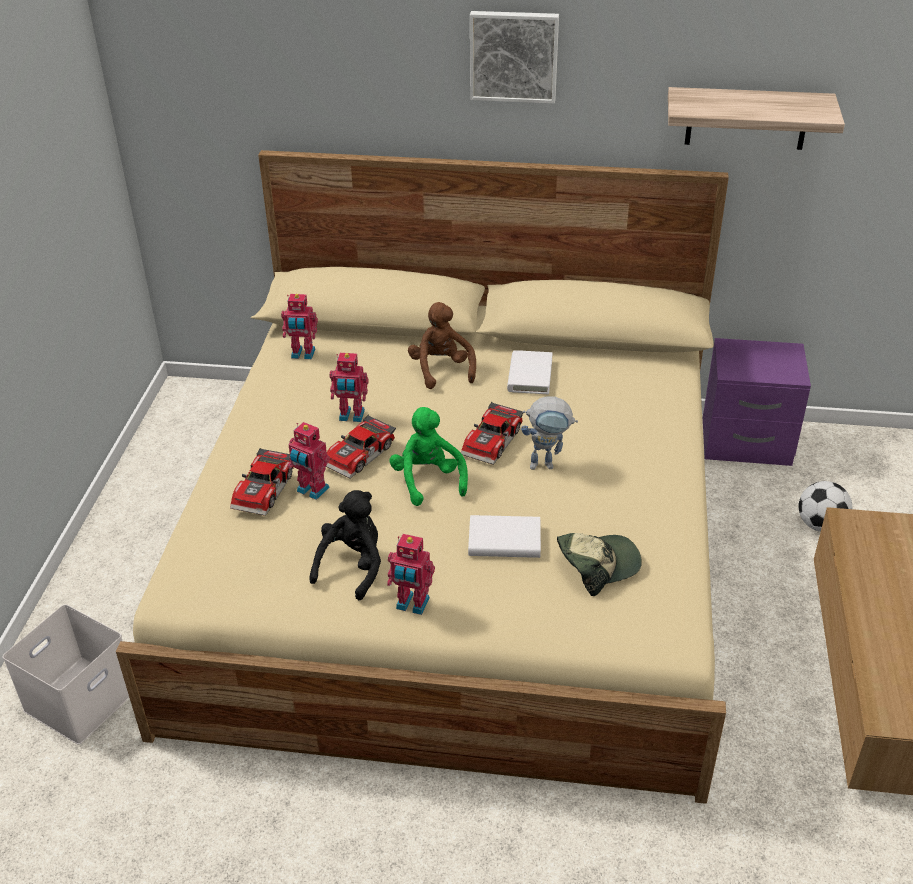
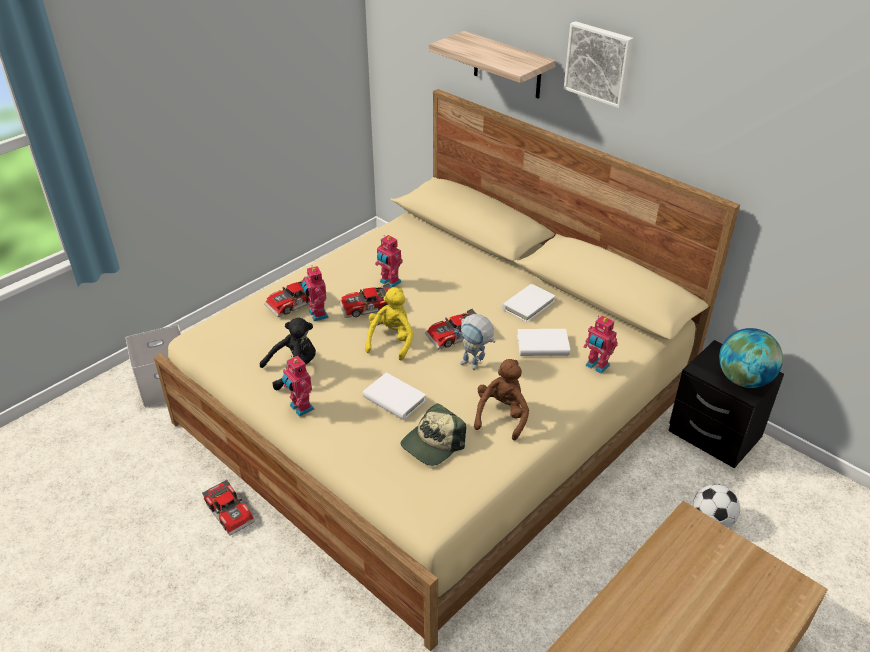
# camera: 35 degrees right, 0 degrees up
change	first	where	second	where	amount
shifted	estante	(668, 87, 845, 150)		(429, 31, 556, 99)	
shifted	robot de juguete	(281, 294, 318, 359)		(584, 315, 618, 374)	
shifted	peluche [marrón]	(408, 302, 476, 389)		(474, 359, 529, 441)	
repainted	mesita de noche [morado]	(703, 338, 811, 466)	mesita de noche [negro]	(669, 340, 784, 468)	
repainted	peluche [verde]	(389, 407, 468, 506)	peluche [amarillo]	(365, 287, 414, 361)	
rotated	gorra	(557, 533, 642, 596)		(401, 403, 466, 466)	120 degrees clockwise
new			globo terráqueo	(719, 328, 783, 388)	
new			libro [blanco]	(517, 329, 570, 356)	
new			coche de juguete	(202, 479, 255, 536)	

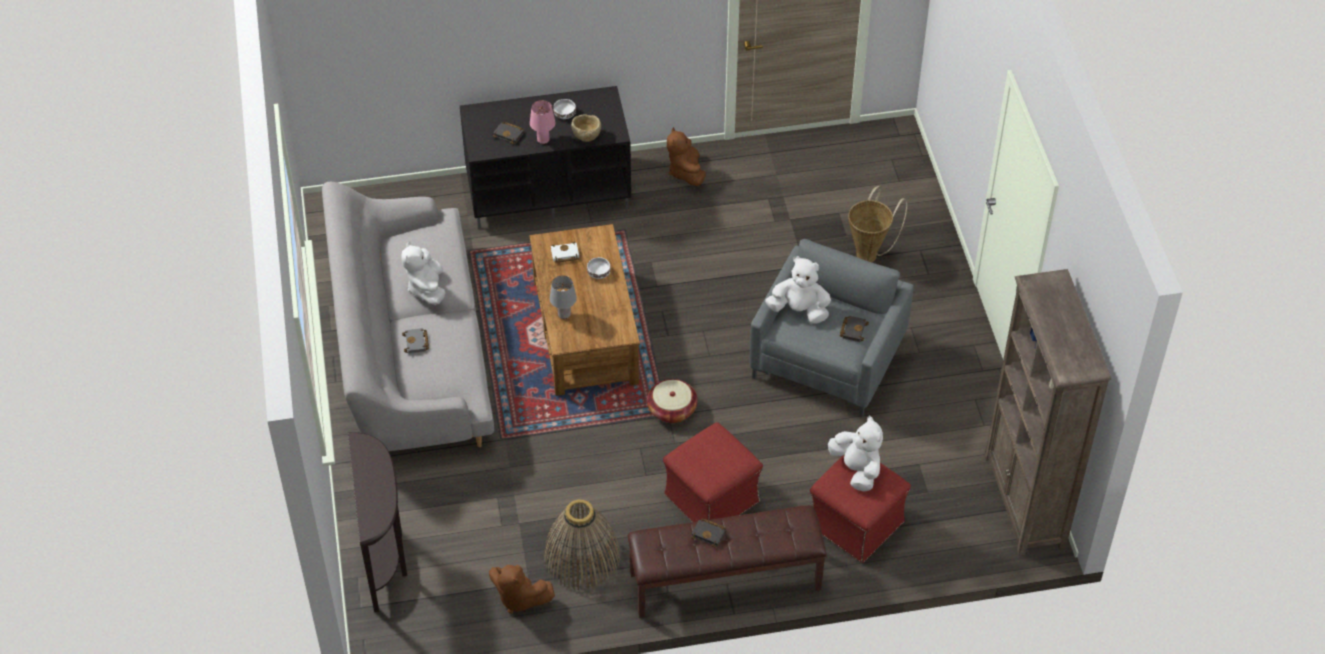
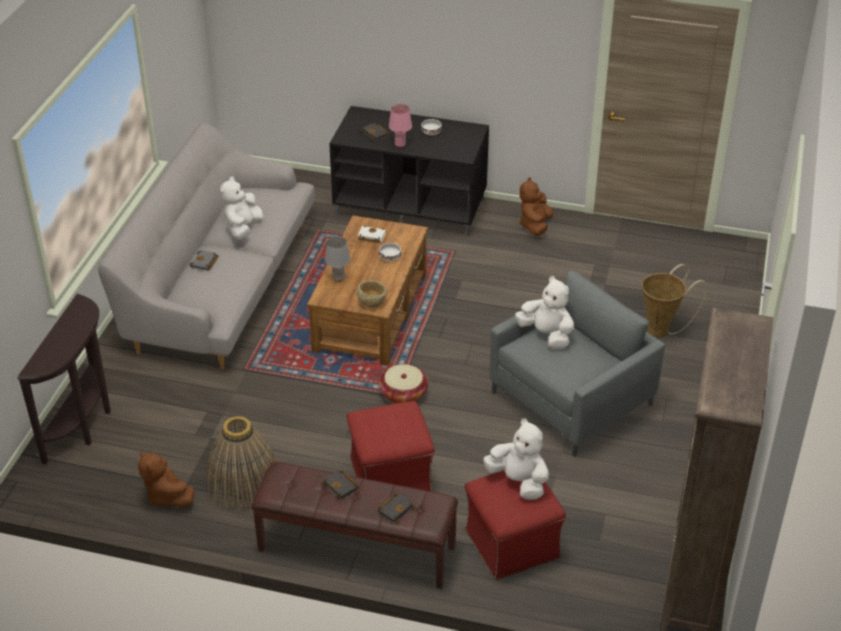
# camera: 25 degrees right, 10 degrees down
change	first	where	second	where	amount
shifted	cuenco [beis]	(571, 114, 601, 142)		(357, 280, 387, 308)	
shifted	libro [negro]	(840, 316, 869, 342)		(377, 493, 416, 524)	
rotated	peluche [blanco]	(828, 415, 883, 492)		(483, 418, 549, 500)	45 degrees counterclockwise

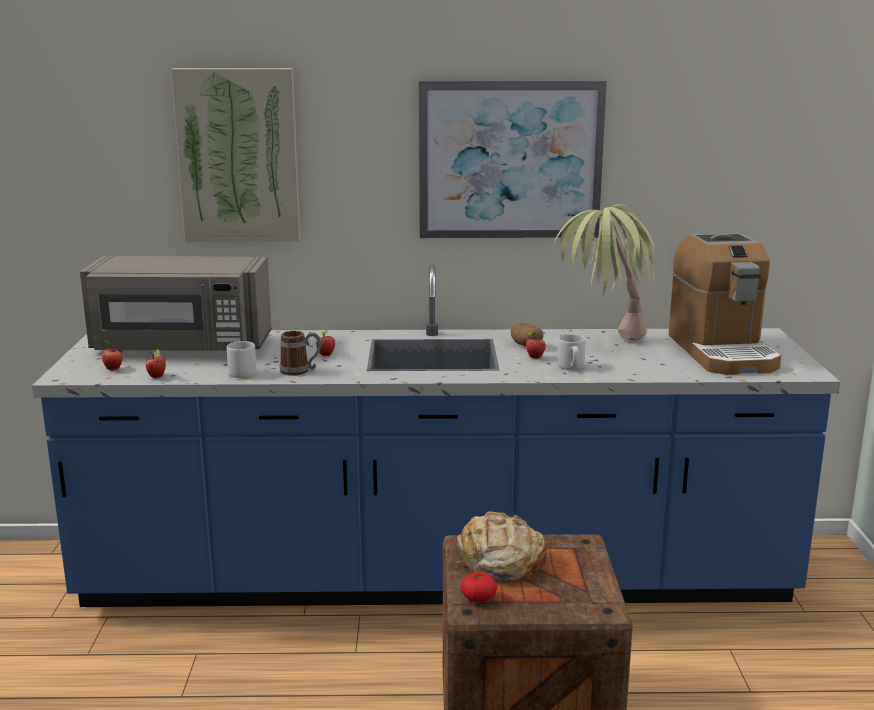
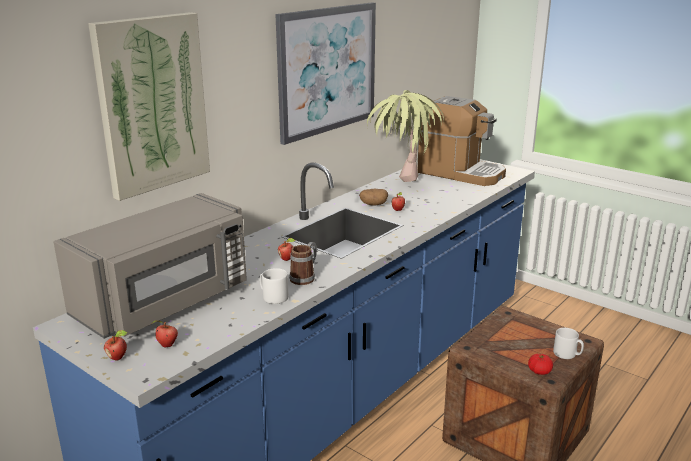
# camera: 50 degrees left, 5 degrees up
change	first	where	second	where	amount
shifted	taza grande [gris]	(557, 334, 586, 370)		(553, 328, 584, 359)	
shifted	manzana	(146, 349, 166, 378)		(104, 330, 128, 360)	
gone	pan	(456, 511, 547, 583)			

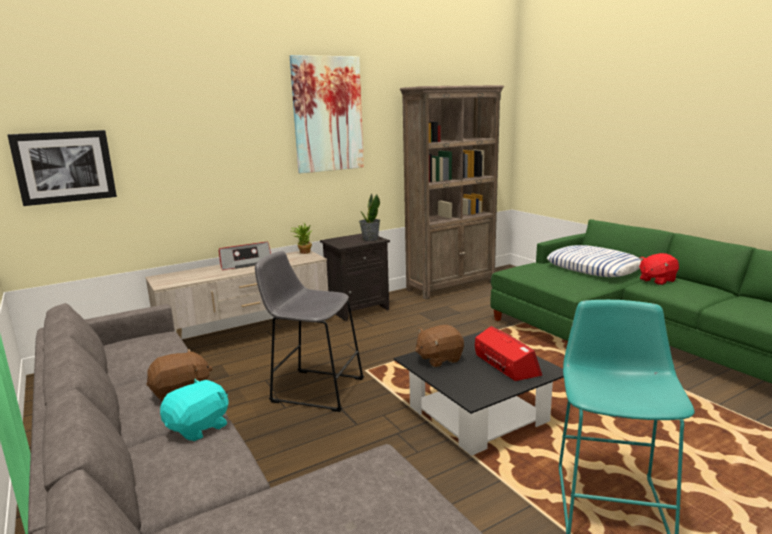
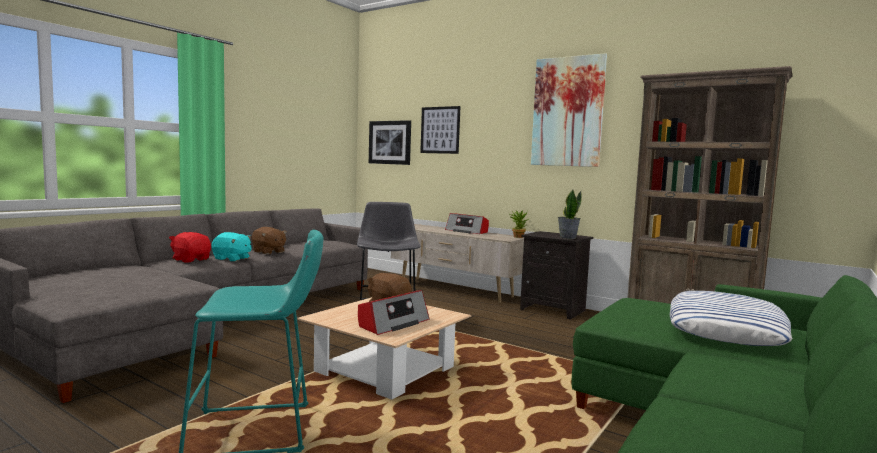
# camera: 65 degrees right, 10 degrees down
change	first	where	second	where	amount
shifted	peluche [rojo]	(639, 253, 679, 285)		(169, 232, 211, 263)	
repainted	mesa de centro [negro]	(394, 331, 564, 456)	mesa de centro [beis]	(297, 297, 471, 400)	
new			cuadro	(420, 106, 461, 154)	

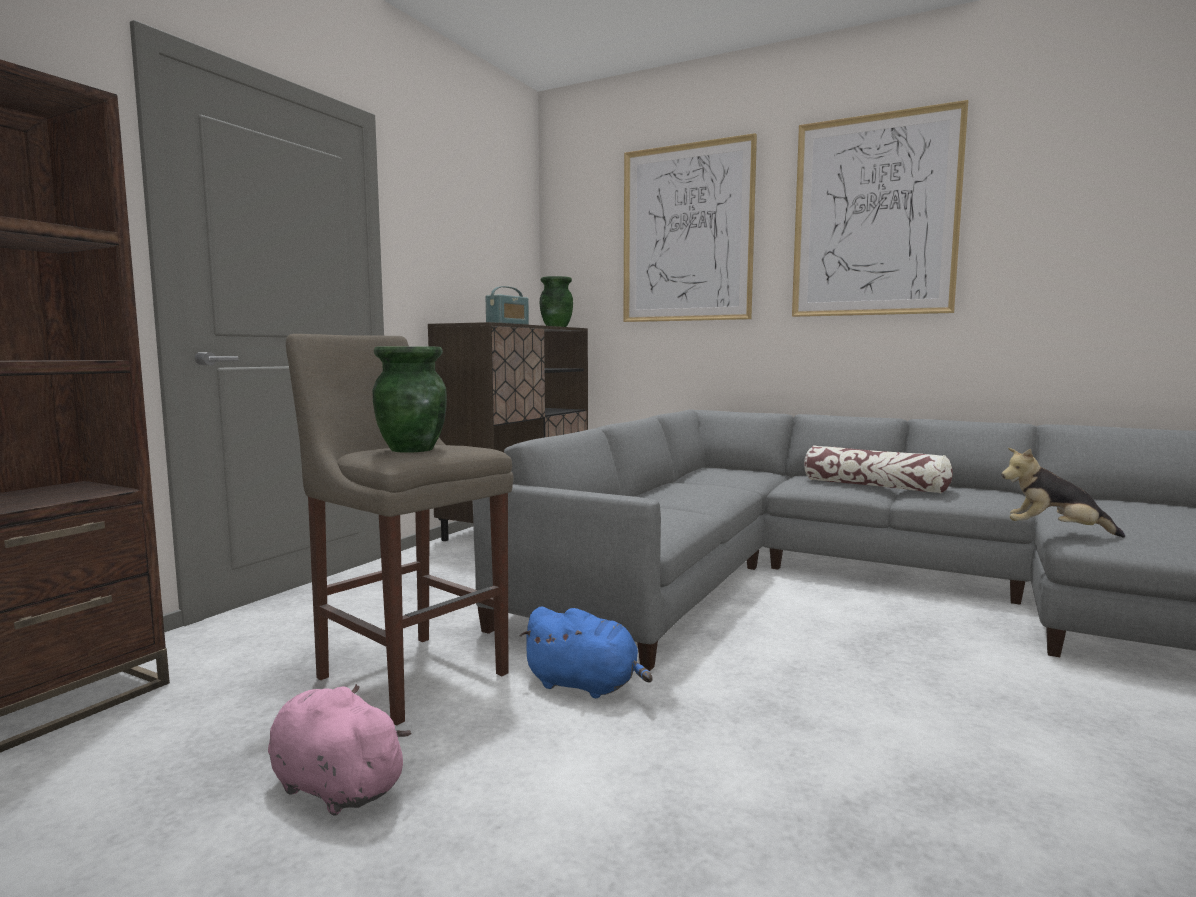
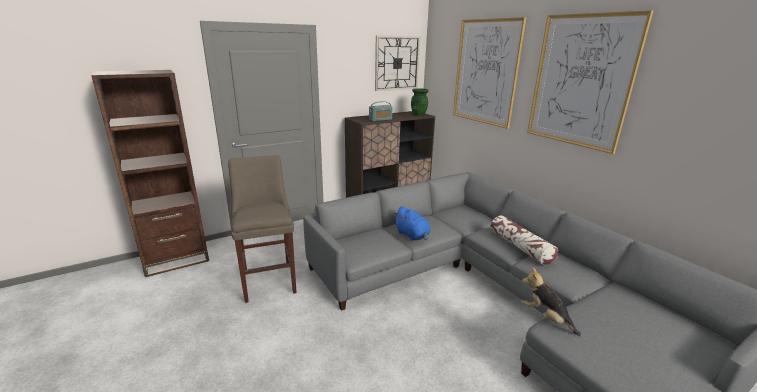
# camera: 30 degrees right, 15 degrees up
change	first	where	second	where	amount
gone	florero [verde]	(373, 346, 447, 453)			
shifted	peluche [azul]	(520, 606, 653, 698)		(395, 206, 430, 241)	
gone	peluche [rosa]	(268, 684, 411, 815)			
new			reloj de pared	(375, 35, 420, 91)	

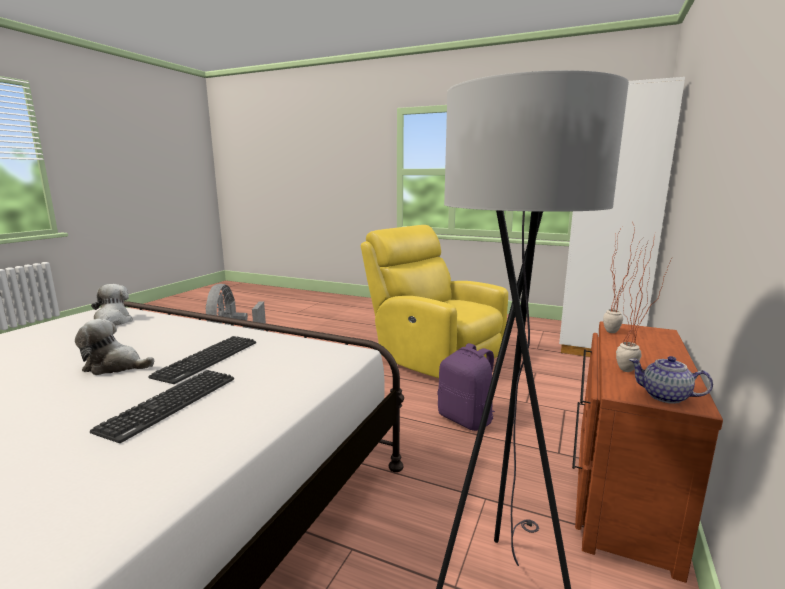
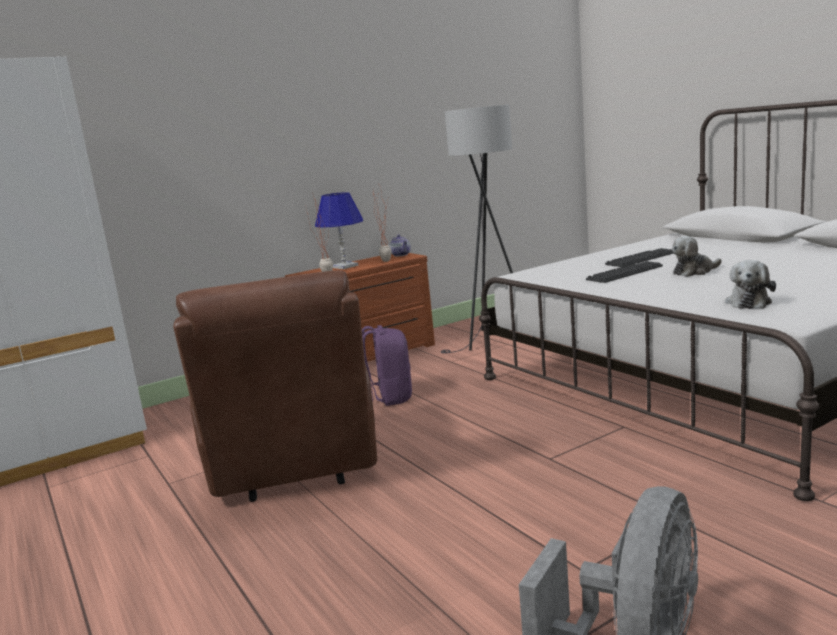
# camera: 145 degrees left, 0 degrees up
change	first	where	second	where	amount
repainted	sillón [amarillo]	(361, 225, 508, 378)	sillón [marrón]	(173, 270, 377, 502)	
rotated	peluche	(75, 319, 154, 375)		(672, 236, 722, 277)	120 degrees clockwise
new			lámpara de mesa [azul]	(315, 192, 363, 269)	

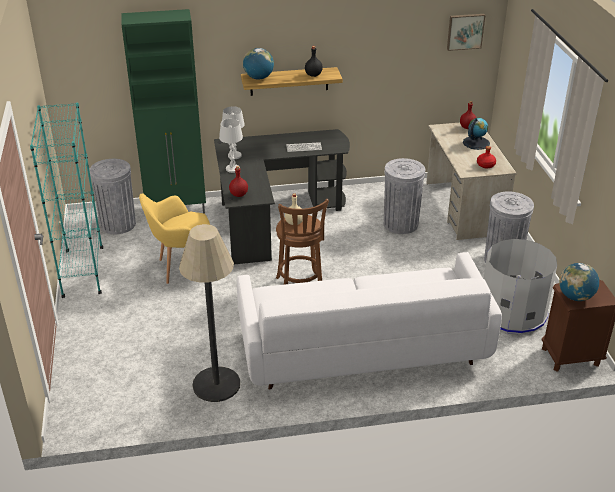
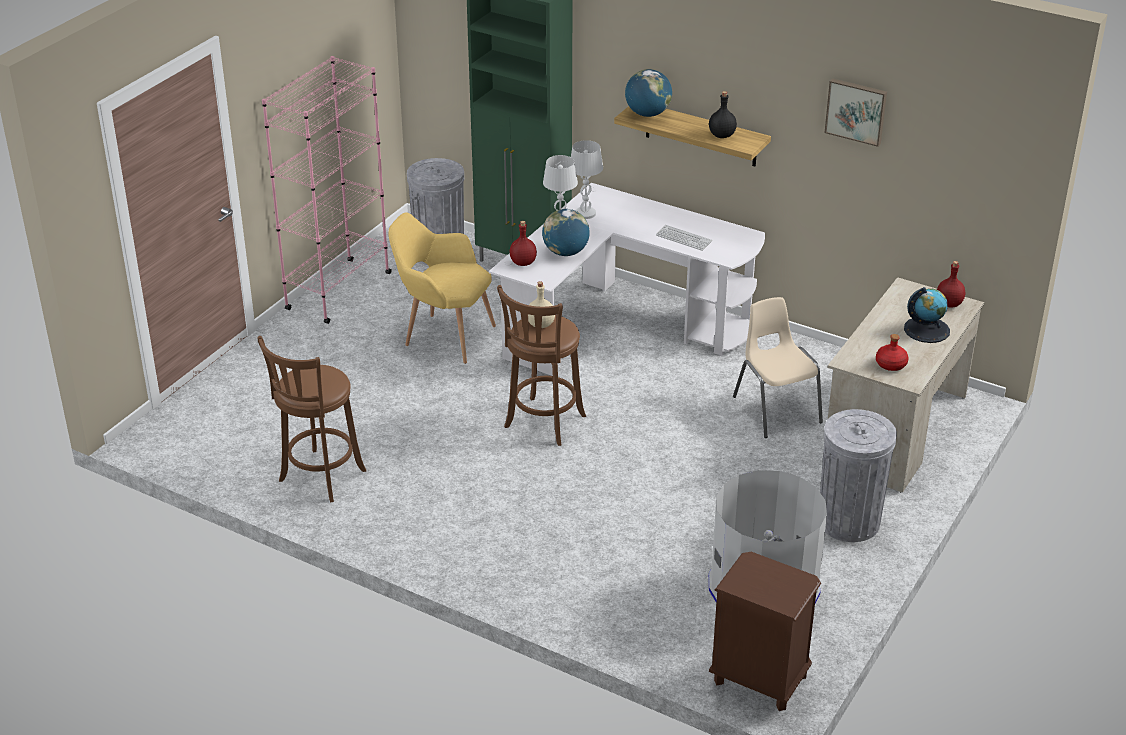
# camera: 40 degrees right, 0 degrees up
change	first	where	second	where	amount
shifted	cuadro	(447, 14, 485, 51)		(825, 78, 887, 147)	
repainted	estantería [turquesa]	(30, 103, 103, 298)	estantería [rosa]	(262, 56, 391, 324)	
repainted	escritorio [negro]	(214, 129, 350, 264)	escritorio [blanco]	(489, 183, 765, 376)	
swapped	papelera [gris]	(384, 158, 425, 234)	silla [beis]	(733, 297, 823, 438)	
swapped	lámpara de pie	(179, 224, 240, 402)	taburete [marrón]	(258, 336, 366, 502)	
gone	sofá [blanco]	(237, 252, 502, 390)			
shifted	globo terráqueo	(559, 263, 599, 301)		(542, 209, 590, 256)	

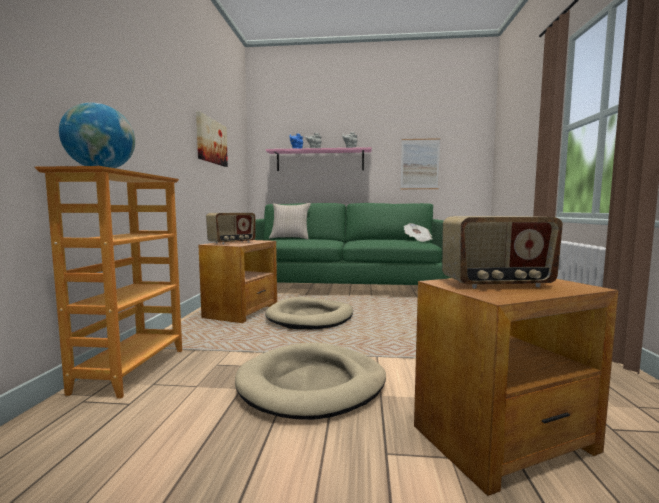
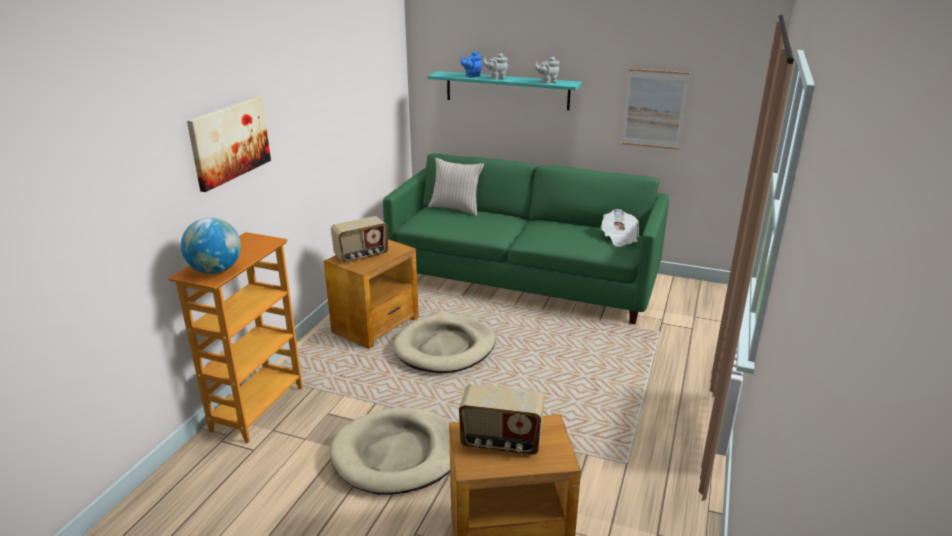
# camera: 15 degrees right, 20 degrees up
change	first	where	second	where	amount
shifted	cuadro	(196, 112, 228, 167)		(187, 97, 271, 192)	
repainted	estante [rosa]	(266, 147, 372, 171)	estante [turquesa]	(428, 71, 582, 110)	

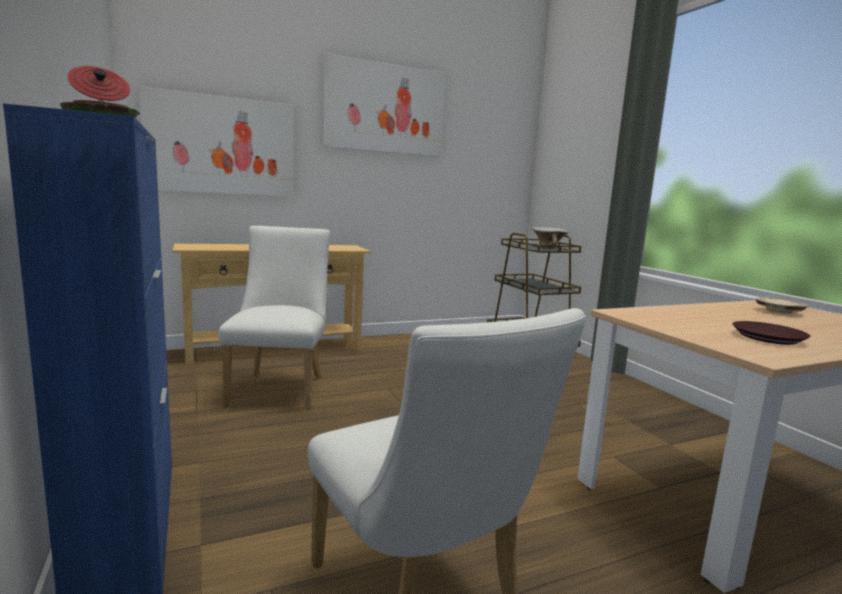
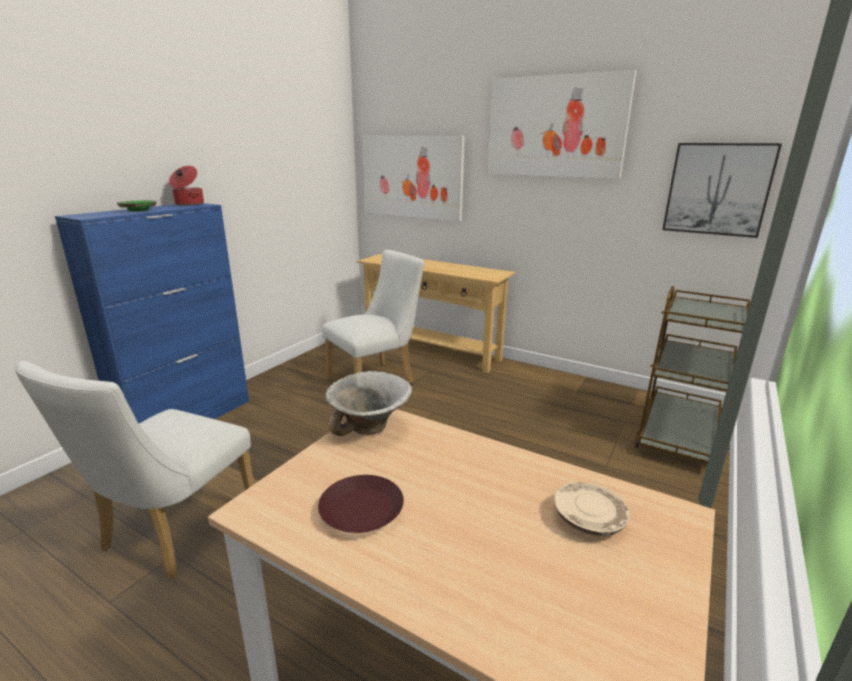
# camera: 55 degrees right, 10 degrees up
change	first	where	second	where	amount
shifted	cuenco	(532, 227, 569, 249)		(325, 371, 412, 436)	
new			cuadro	(662, 143, 782, 238)	

